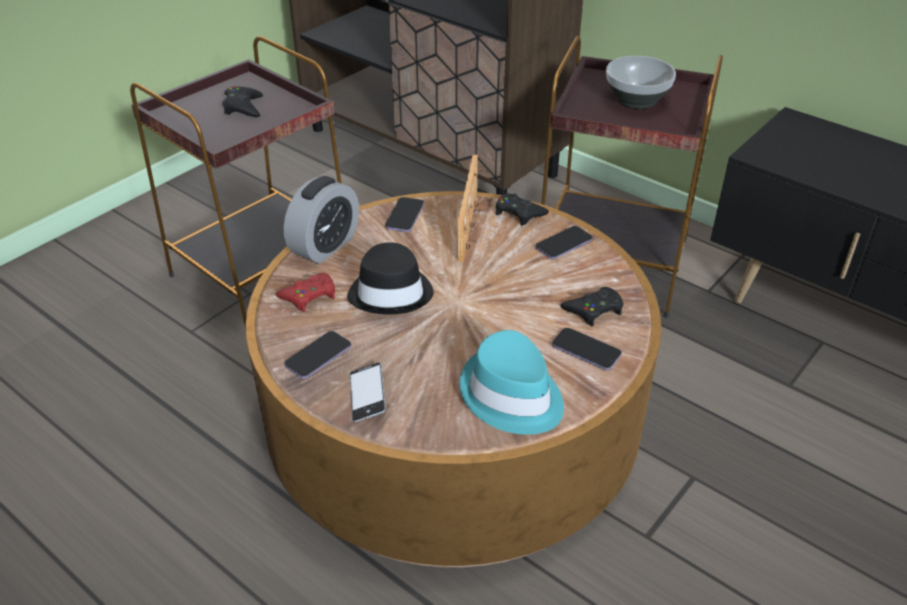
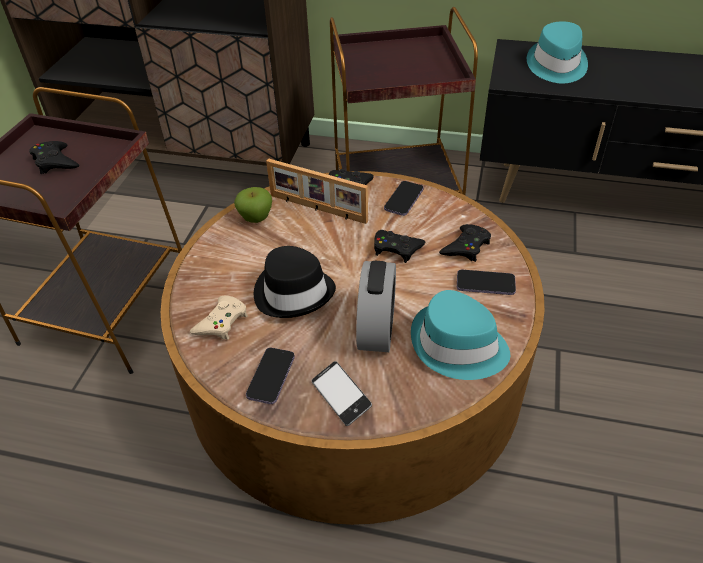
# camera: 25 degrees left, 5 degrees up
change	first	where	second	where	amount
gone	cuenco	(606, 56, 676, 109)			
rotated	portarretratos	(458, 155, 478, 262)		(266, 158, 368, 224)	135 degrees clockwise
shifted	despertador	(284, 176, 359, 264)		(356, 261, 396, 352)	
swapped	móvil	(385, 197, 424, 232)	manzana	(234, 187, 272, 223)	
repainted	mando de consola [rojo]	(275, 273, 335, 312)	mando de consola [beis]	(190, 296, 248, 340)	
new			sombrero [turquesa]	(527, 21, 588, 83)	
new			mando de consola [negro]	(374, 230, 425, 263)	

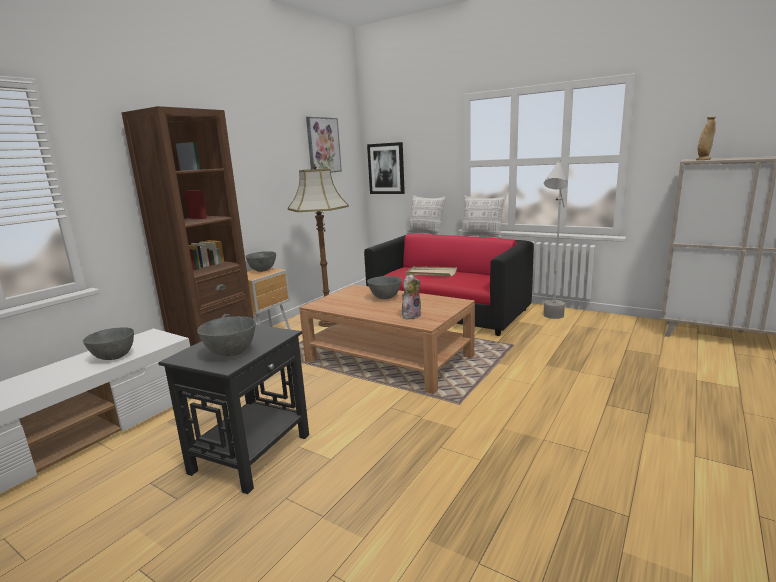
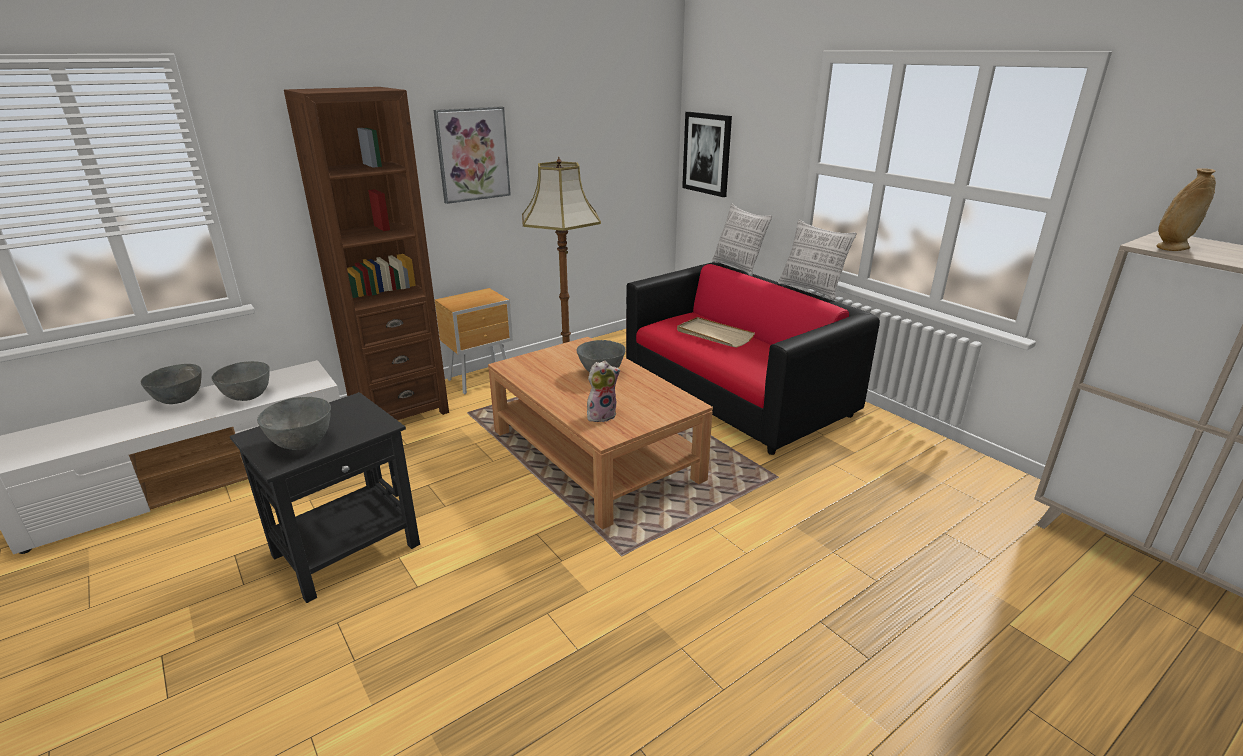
# camera: 20 degrees right, 10 degrees up
change	first	where	second	where	amount
shifted	cuadro	(306, 117, 342, 173)		(434, 106, 511, 204)	
gone	lámpara de pie [gris]	(543, 160, 568, 319)			
shifted	cuenco [gris]	(245, 251, 276, 272)		(141, 364, 202, 404)	

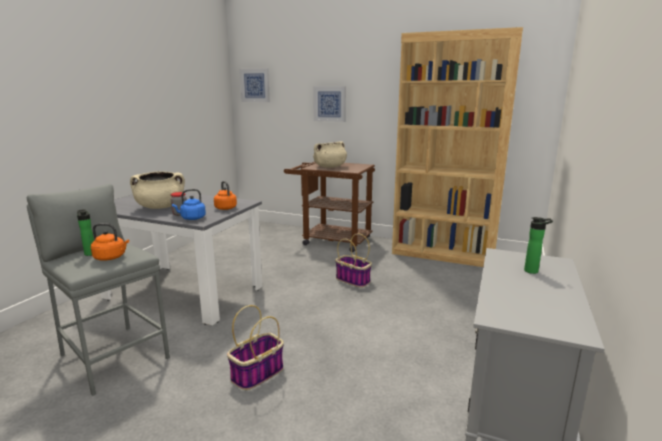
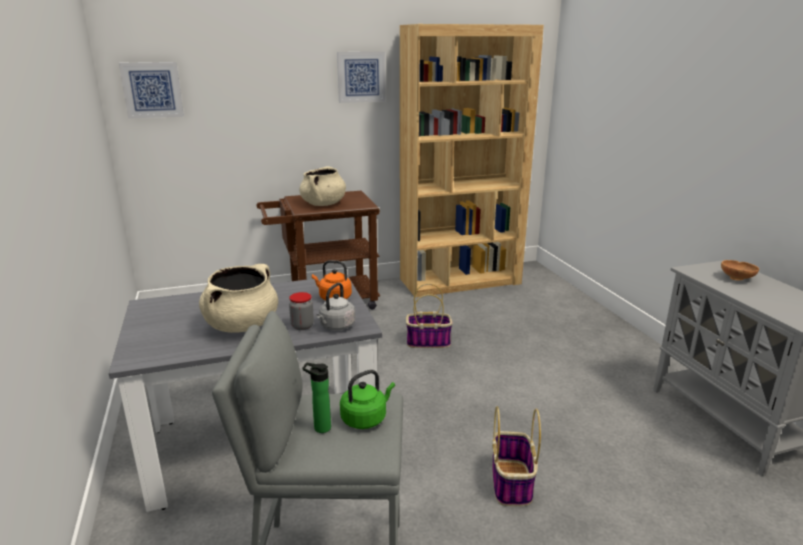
# camera: 40 degrees left, 5 degrees up
change	first	where	second	where	amount
shifted	cuadro	(313, 87, 346, 122)		(337, 52, 385, 103)	
repainted	hervidor [azul]	(172, 189, 206, 220)	hervidor [gris]	(316, 283, 355, 330)	
swapped	botella	(524, 217, 553, 274)	cuenco [marrón]	(721, 260, 759, 281)	
repainted	hervidor [naranja]	(91, 223, 129, 261)	hervidor [verde]	(340, 370, 395, 429)	

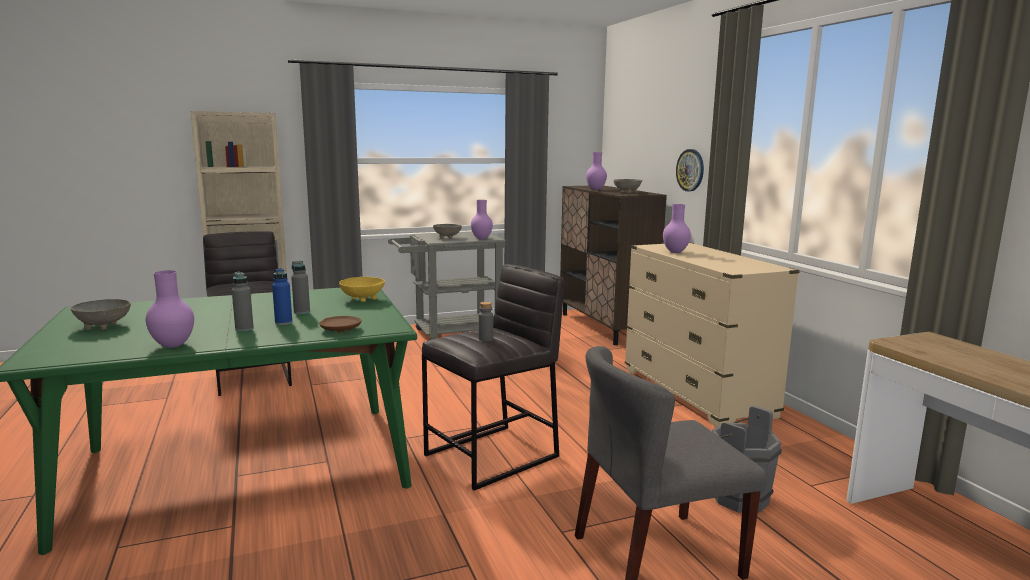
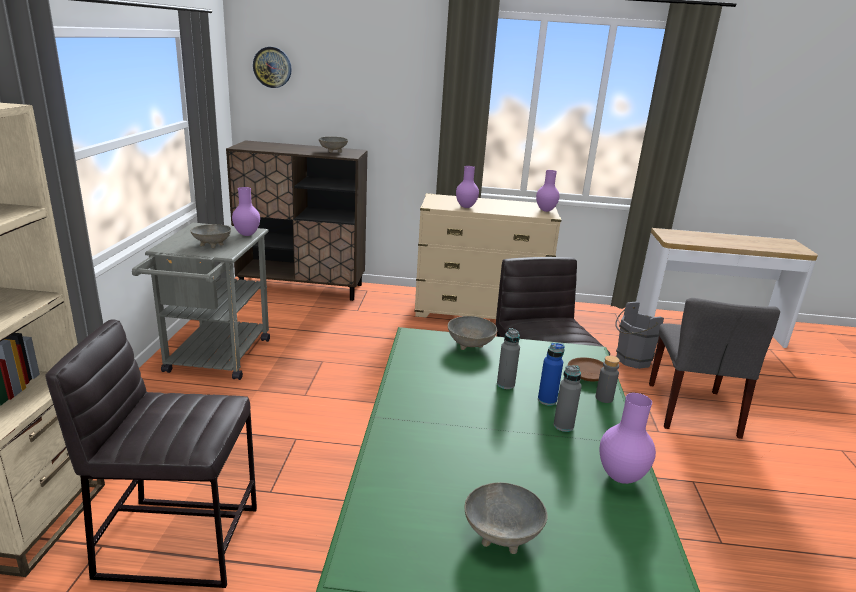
# camera: 65 degrees left, 10 degrees up
change	first	where	second	where	amount
shifted	reloj de pared	(676, 149, 704, 191)		(253, 47, 292, 88)	
shifted	florero [morado]	(586, 152, 607, 190)		(536, 170, 560, 212)	
repainted	cuenco [amarillo]	(339, 277, 385, 302)	cuenco [gris]	(448, 316, 497, 350)	
shifted	botella [gris]	(479, 302, 493, 341)		(595, 356, 620, 403)	

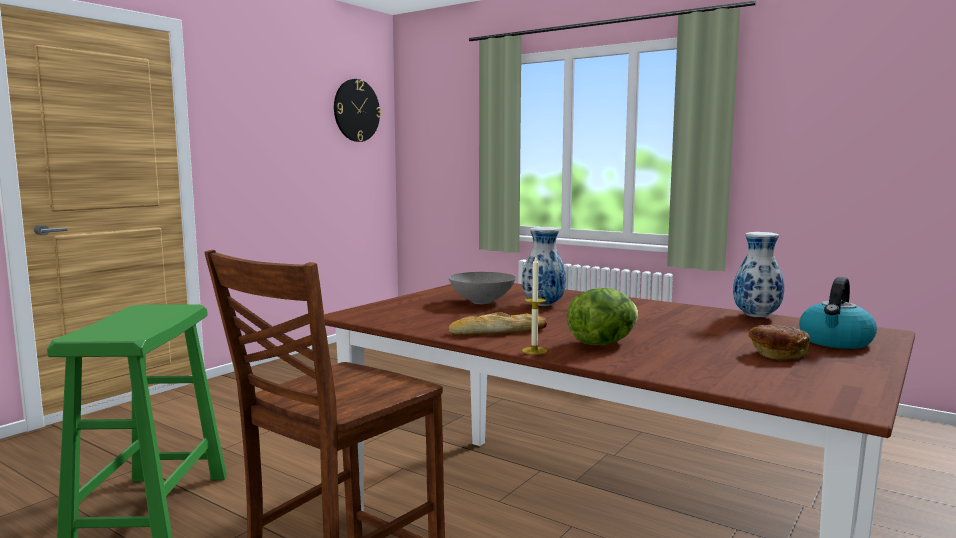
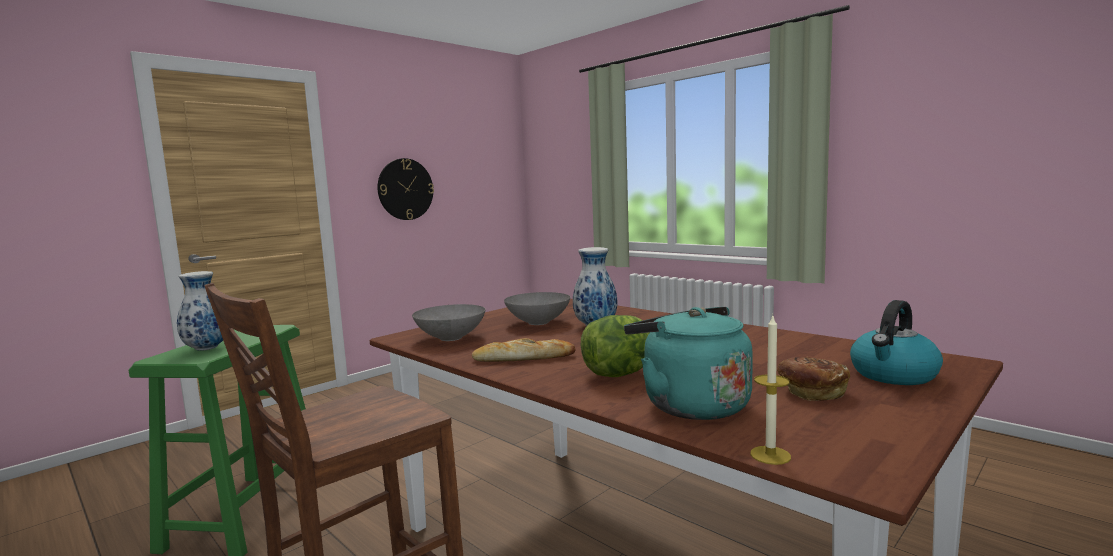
# camera: 10 degrees right, 0 degrees up
change	first	where	second	where	amount
shifted	reloj de pared	(334, 79, 381, 142)		(378, 158, 434, 220)	
shifted	florero	(733, 232, 784, 318)		(177, 271, 223, 351)	
shifted	vela	(522, 257, 547, 355)		(750, 316, 791, 465)	
new			cuenco [gris]	(412, 304, 485, 341)	
new			hervidor [turquesa]	(624, 307, 753, 420)	

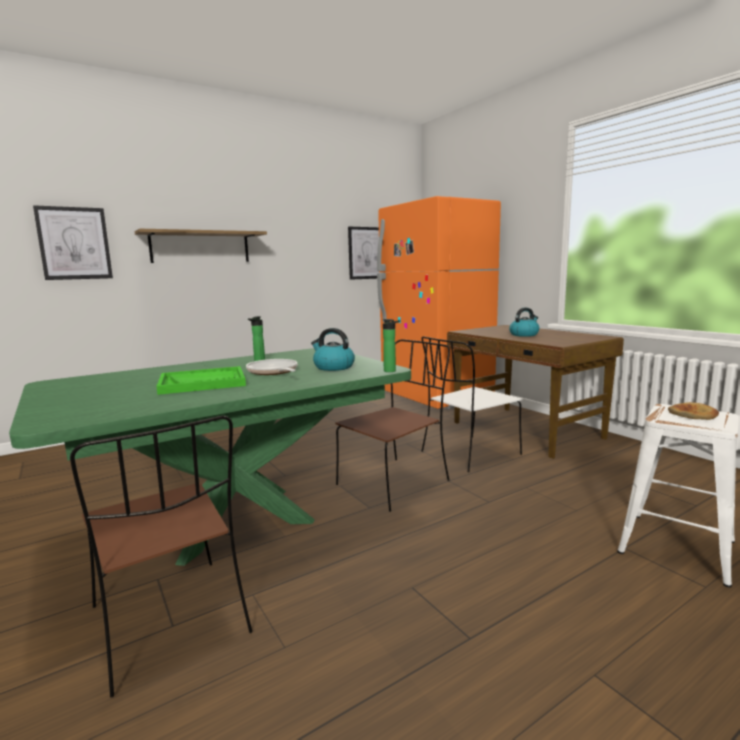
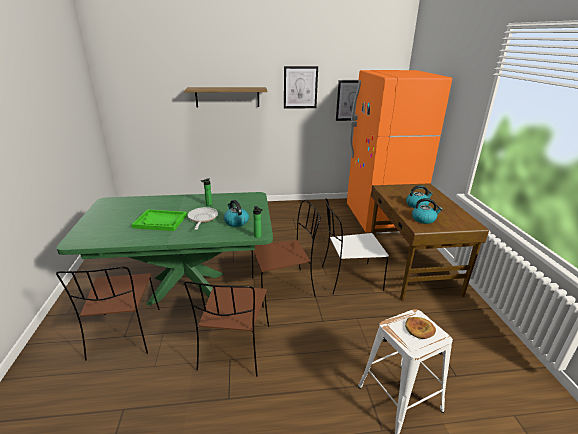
# camera: 25 degrees right, 15 degrees up
change	first	where	second	where	amount
shifted	cuadro	(33, 205, 113, 280)		(284, 66, 318, 109)	
new			hervidor	(412, 198, 443, 224)	
new			silla [marrón]	(184, 281, 269, 377)	

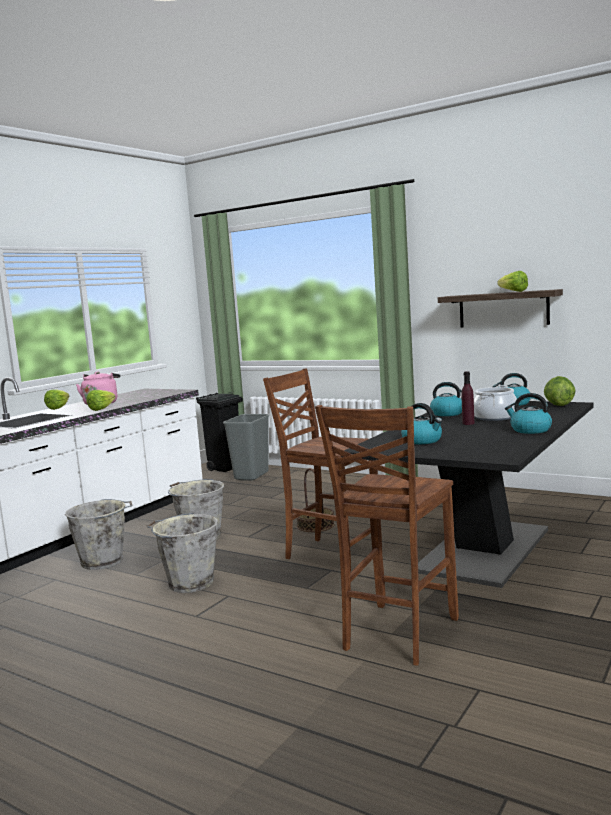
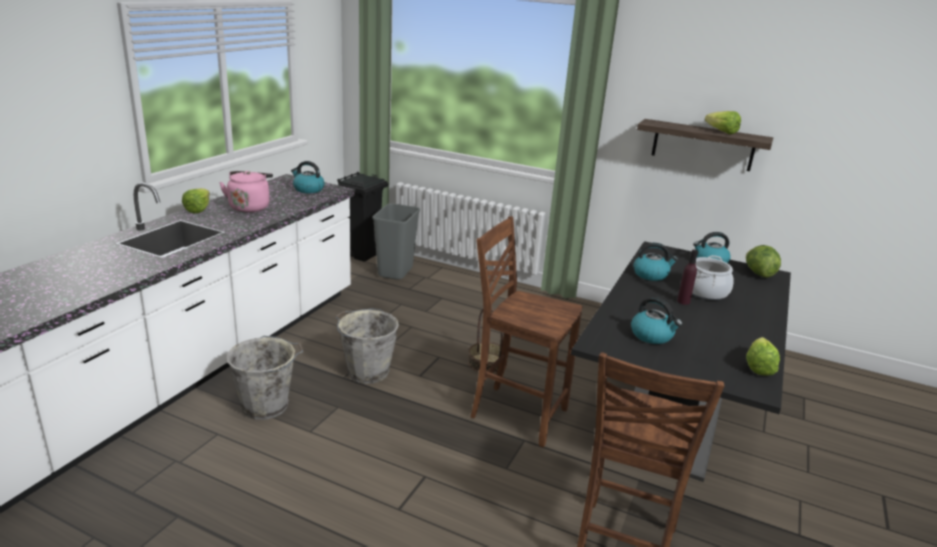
# camera: 10 degrees left, 15 degrees up
change	first	where	second	where	amount
shifted	lechuga	(86, 390, 115, 411)		(746, 337, 780, 375)	
shifted	hervidor	(505, 393, 552, 434)		(291, 161, 325, 194)	
gone	cubo [gris]	(146, 513, 218, 593)			

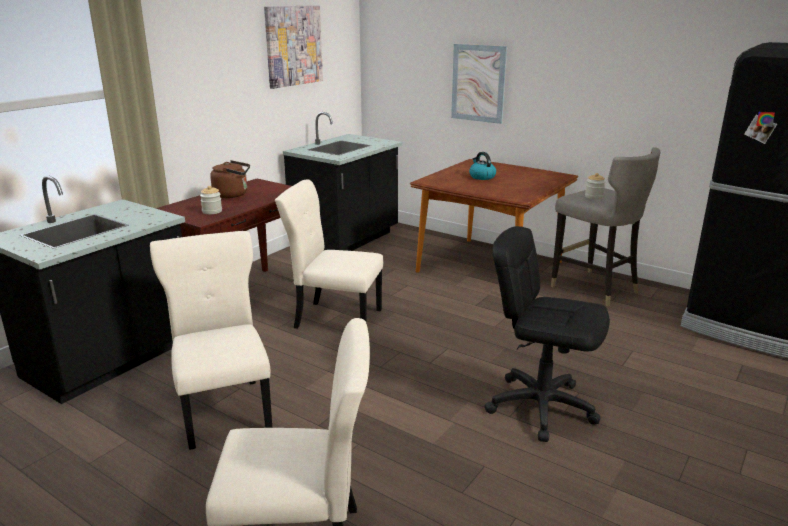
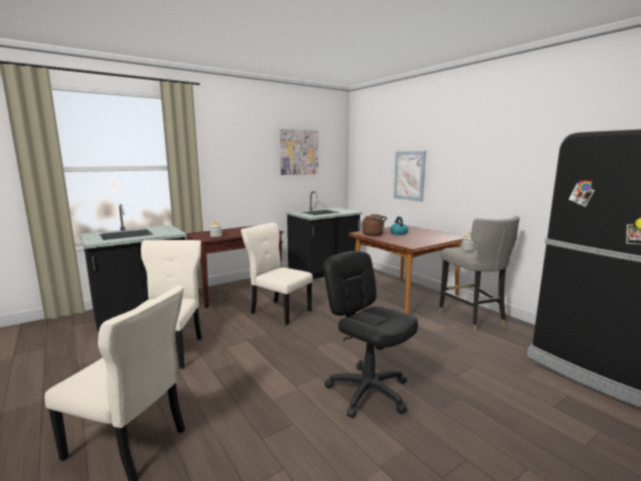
# camera: 20 degrees right, 10 degrees down
change	first	where	second	where	amount
shifted	hervidor [marrón]	(210, 160, 250, 198)		(362, 214, 387, 236)	

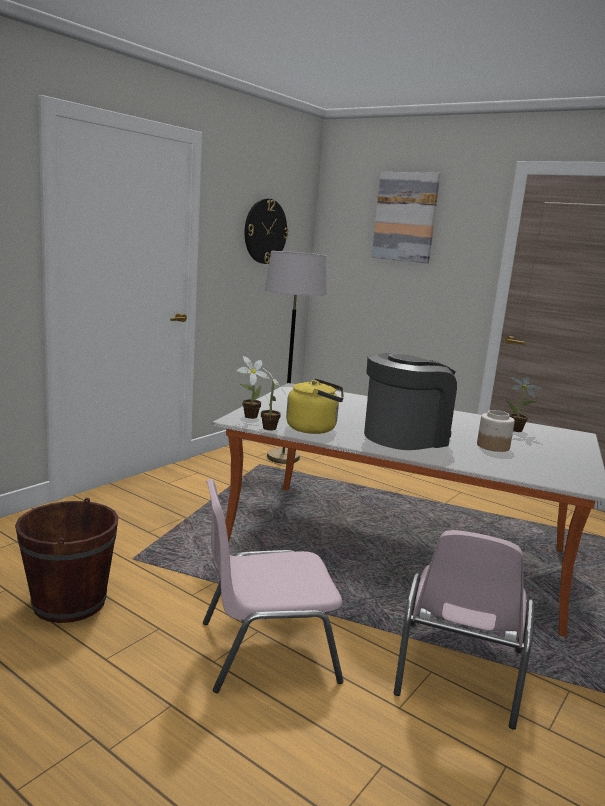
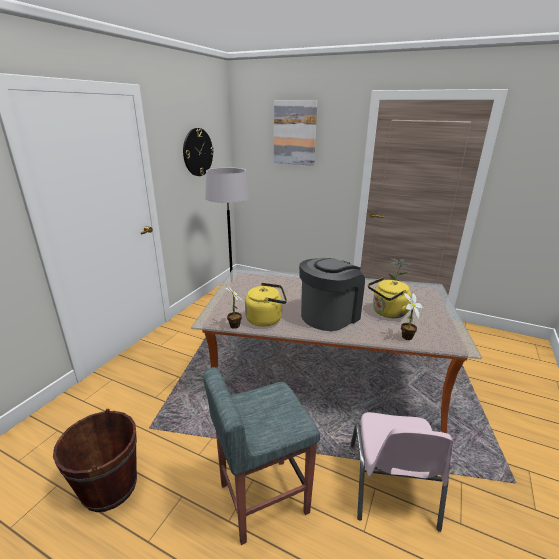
# camera: 10 degrees left, 10 degrees up
change	first	where	second	where	amount
shifted	planta en maceta	(237, 356, 270, 419)		(401, 292, 423, 340)	
swapped	tarro	(477, 410, 515, 452)	hervidor [amarillo]	(368, 277, 411, 318)	
swapped	silla [rosa]	(203, 479, 344, 693)	taburete [gris]	(203, 367, 320, 545)	

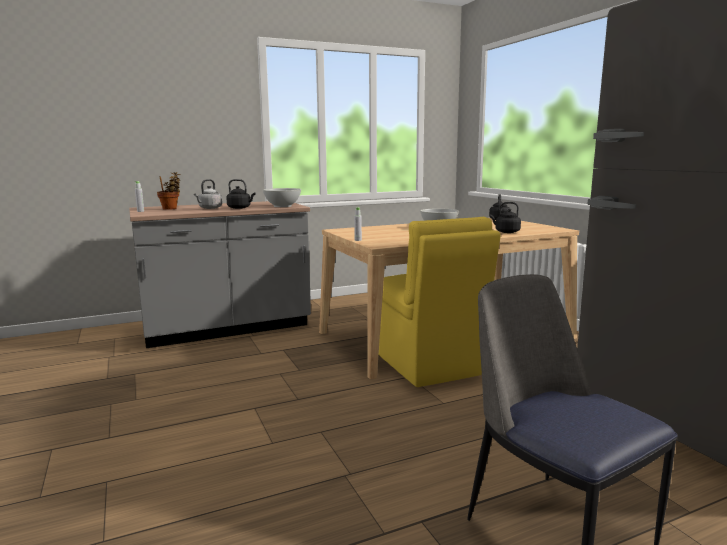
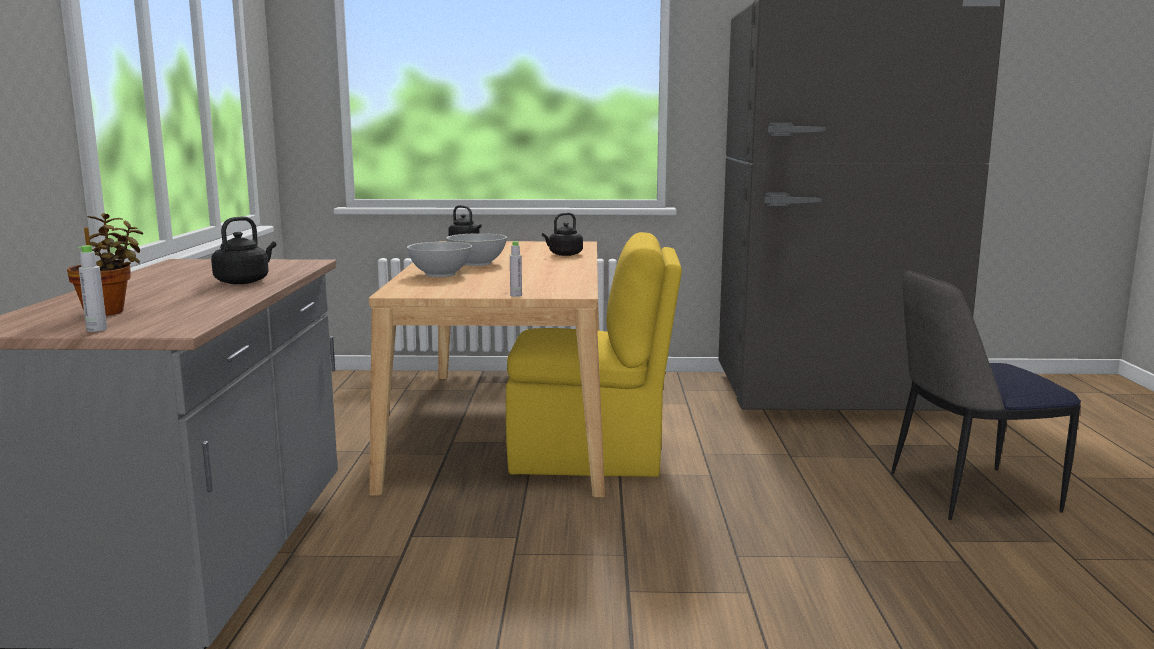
# camera: 65 degrees left, 0 degrees up
change	first	where	second	where	amount
gone	hervidor [gris]	(194, 179, 222, 209)			
shifted	cuenco [blanco]	(263, 188, 301, 207)		(407, 242, 472, 277)	

